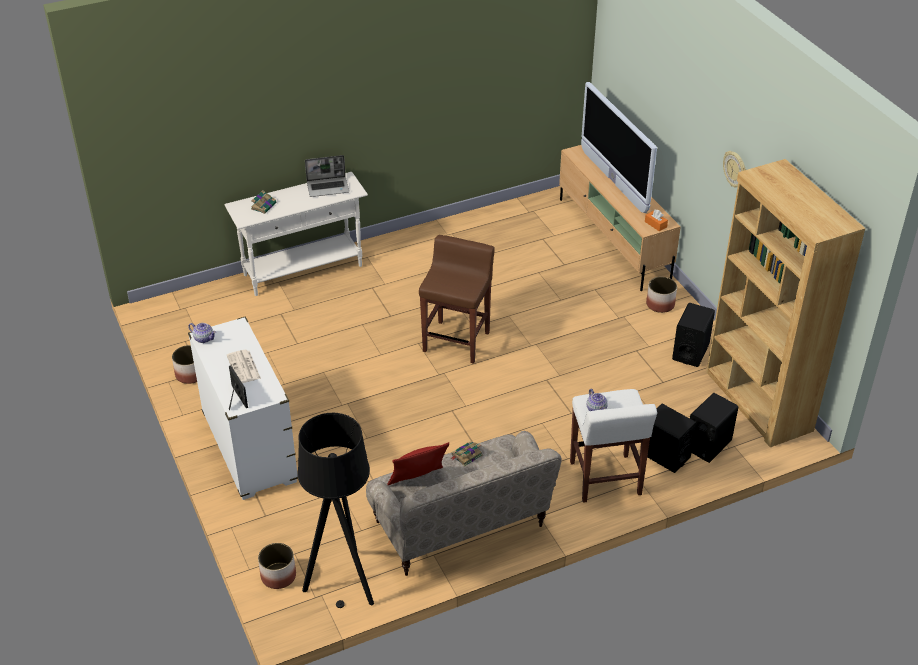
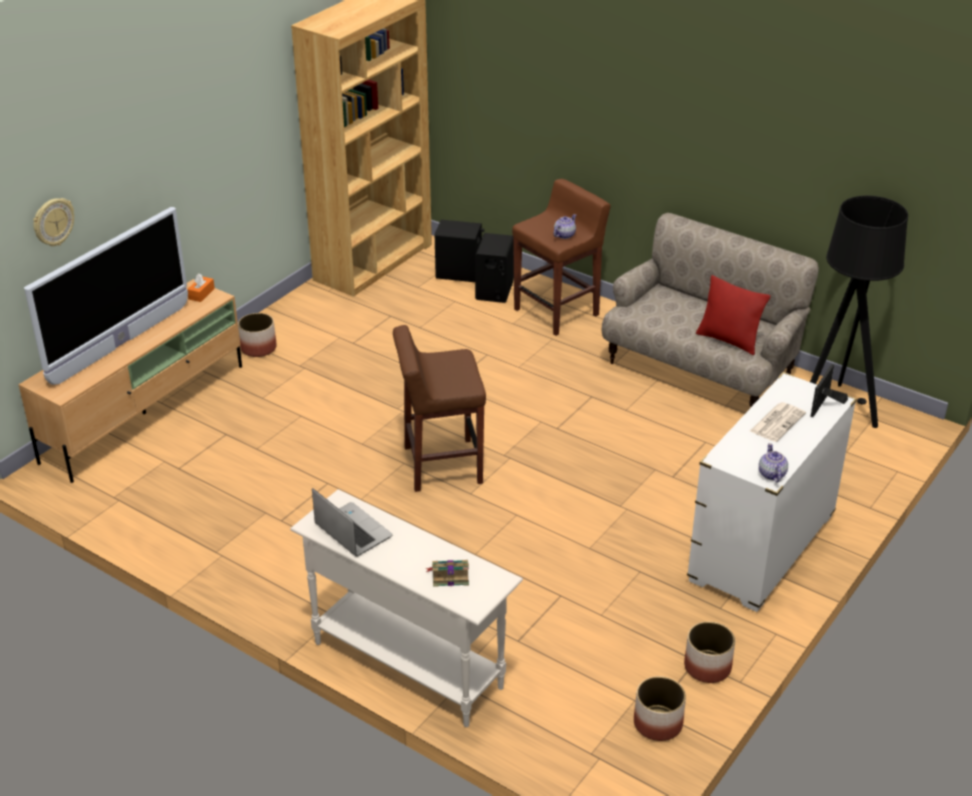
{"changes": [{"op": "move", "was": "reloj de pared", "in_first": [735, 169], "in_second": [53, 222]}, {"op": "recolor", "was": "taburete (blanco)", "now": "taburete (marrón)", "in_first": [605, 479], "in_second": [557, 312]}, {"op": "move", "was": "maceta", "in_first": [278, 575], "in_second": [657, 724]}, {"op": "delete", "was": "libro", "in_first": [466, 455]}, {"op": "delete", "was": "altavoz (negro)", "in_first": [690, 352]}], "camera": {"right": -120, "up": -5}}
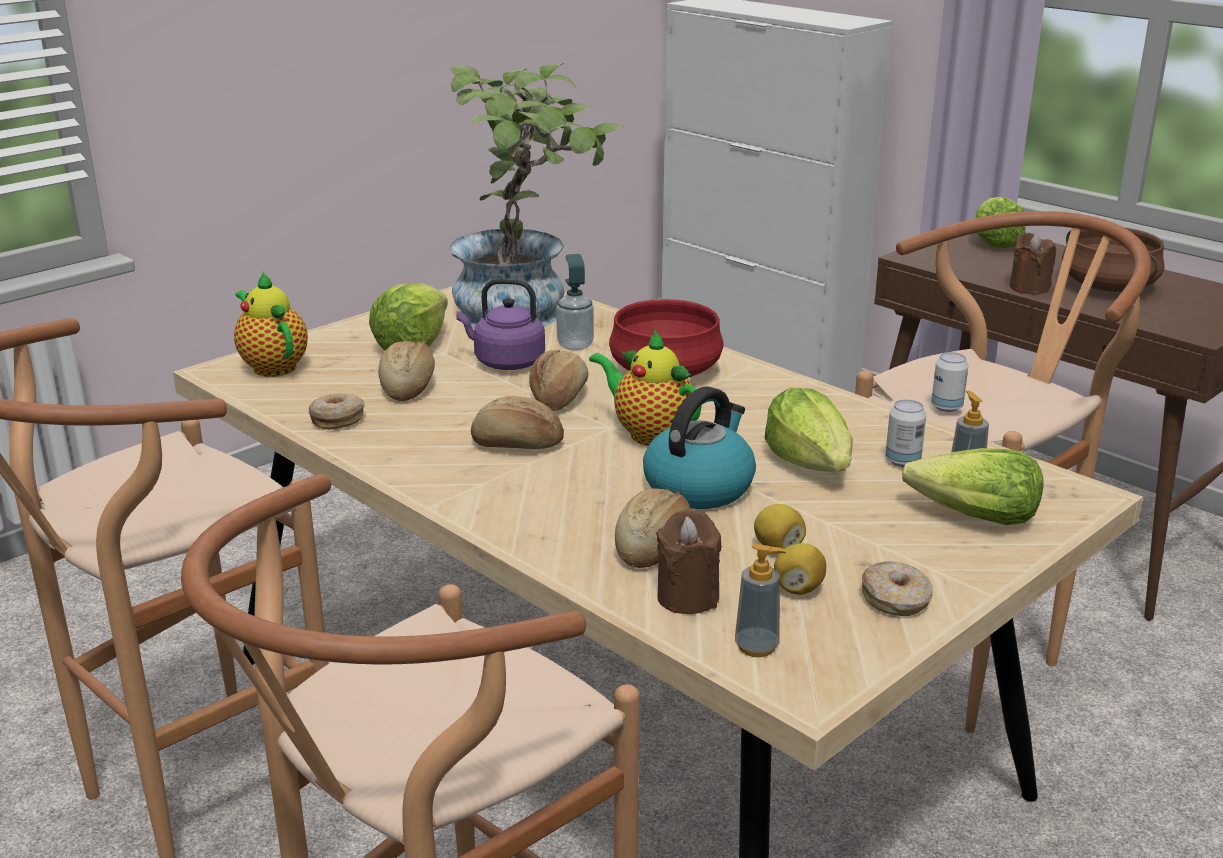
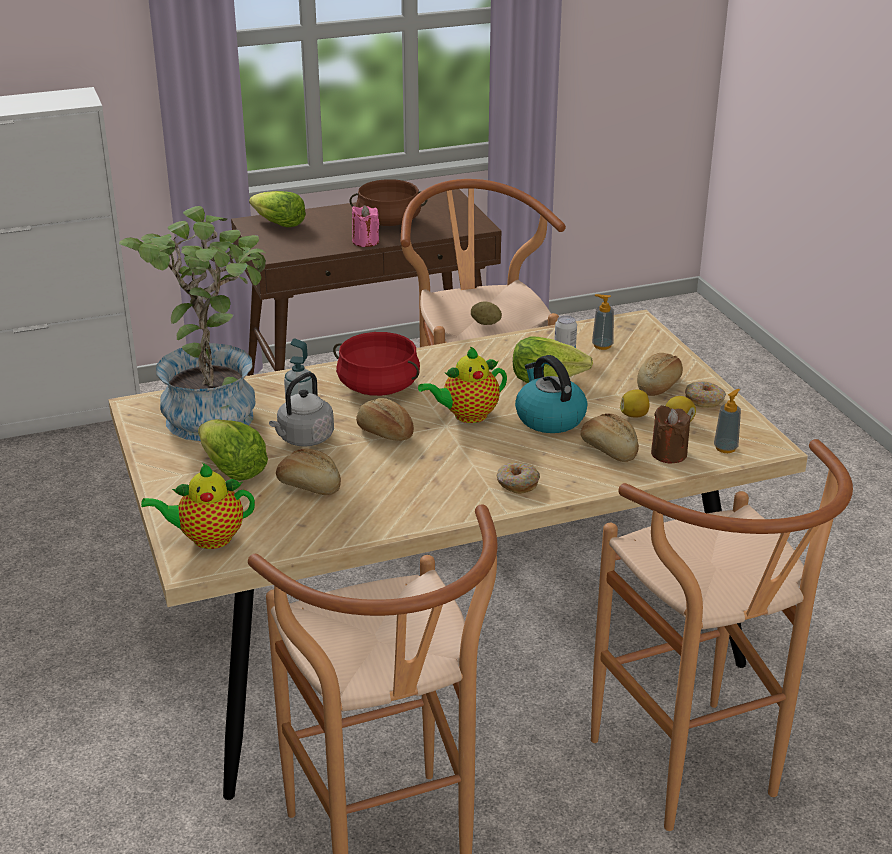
{"changes": [{"op": "recolor", "was": "hervidor (morado)", "now": "hervidor (gris)", "in_first": [505, 362], "in_second": [303, 439]}, {"op": "recolor", "was": "vela (marrón)", "now": "vela (rosa)", "in_first": [1029, 288], "in_second": [365, 241]}, {"op": "replace", "was": "lata", "now": "patata", "in_first": [946, 407], "in_second": [485, 323]}, {"op": "move", "was": "rosquilla", "in_first": [337, 419], "in_second": [517, 483]}, {"op": "move", "was": "pan", "in_first": [517, 445], "in_second": [659, 385]}, {"op": "delete", "was": "lechuga", "in_first": [974, 518]}], "camera": {"right": -65, "up": 5}}
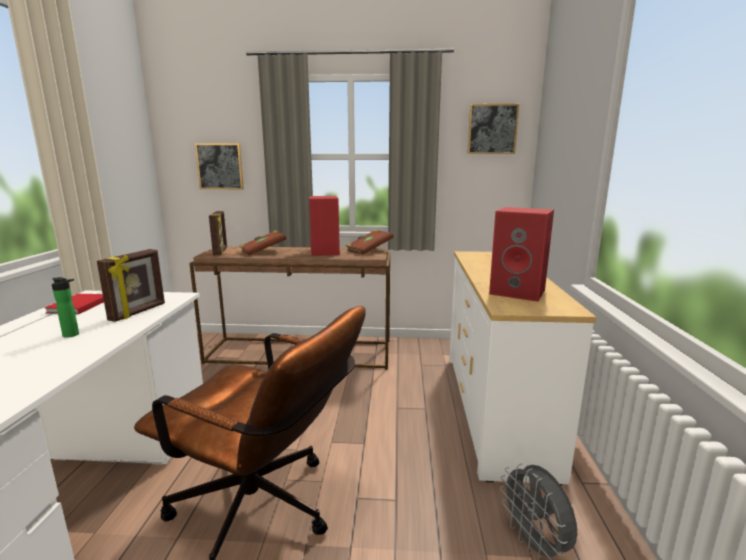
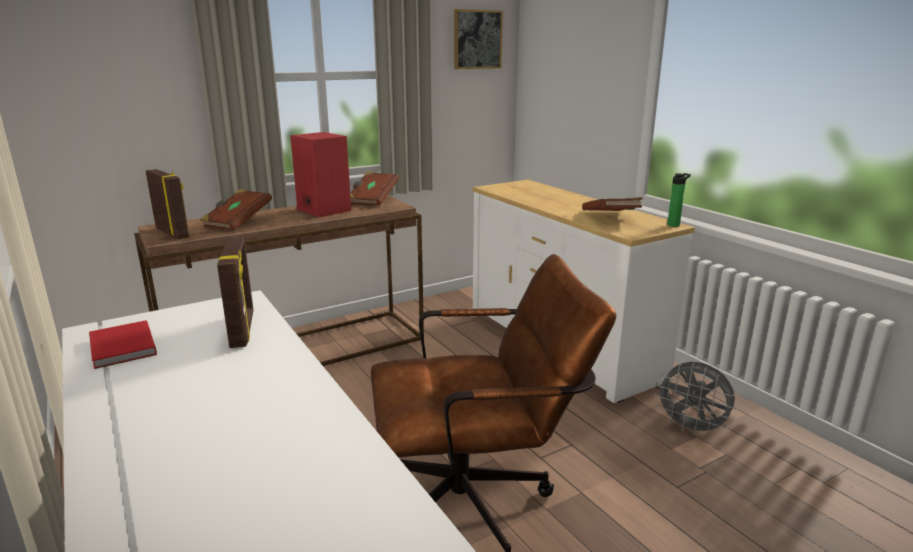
{"changes": [{"op": "replace", "was": "altavoz (rojo)", "now": "libro (marrón)", "in_first": [519, 292], "in_second": [611, 218]}, {"op": "move", "was": "botella", "in_first": [73, 335], "in_second": [675, 225]}, {"op": "delete", "was": "cuadro", "in_first": [220, 166]}], "camera": {"right": -35, "up": 5}}
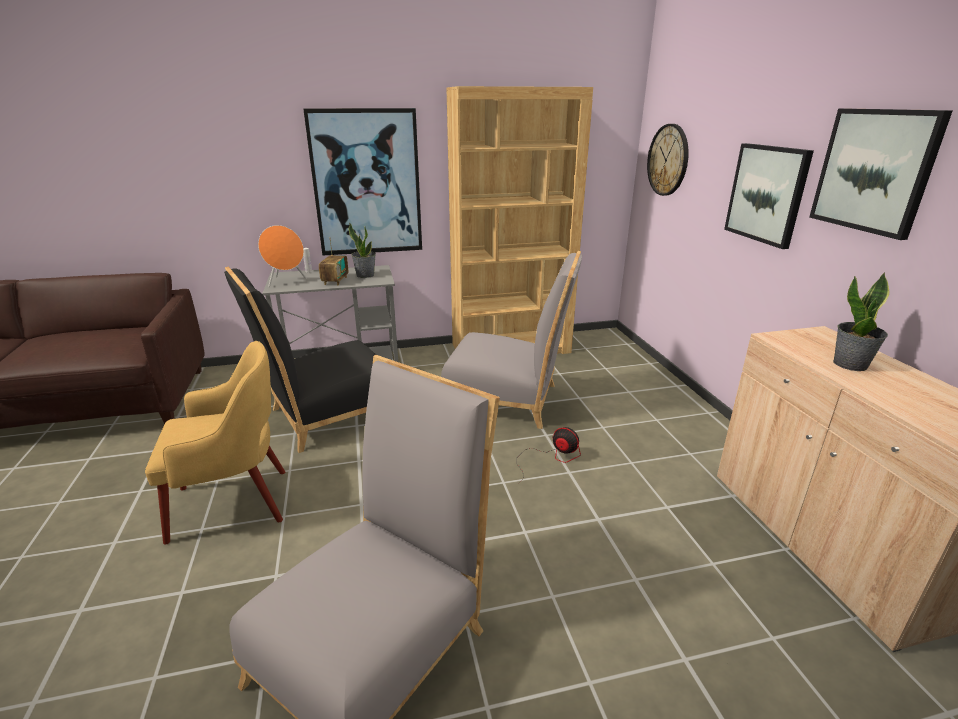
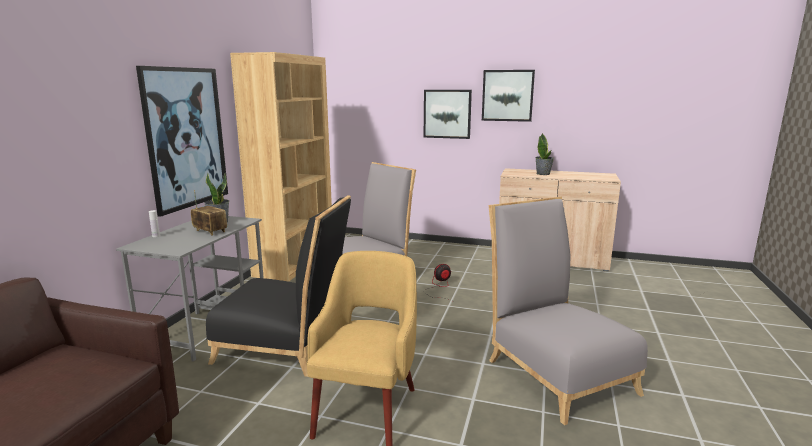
{"changes": [{"op": "rotate", "was": "silla (negro)", "in_first": [327, 416], "in_second": [287, 347], "clockwise": -75}, {"op": "delete", "was": "altavoz (naranja)", "in_first": [286, 282]}, {"op": "delete", "was": "reloj de pared", "in_first": [668, 160]}], "camera": {"right": -60, "up": -10}}
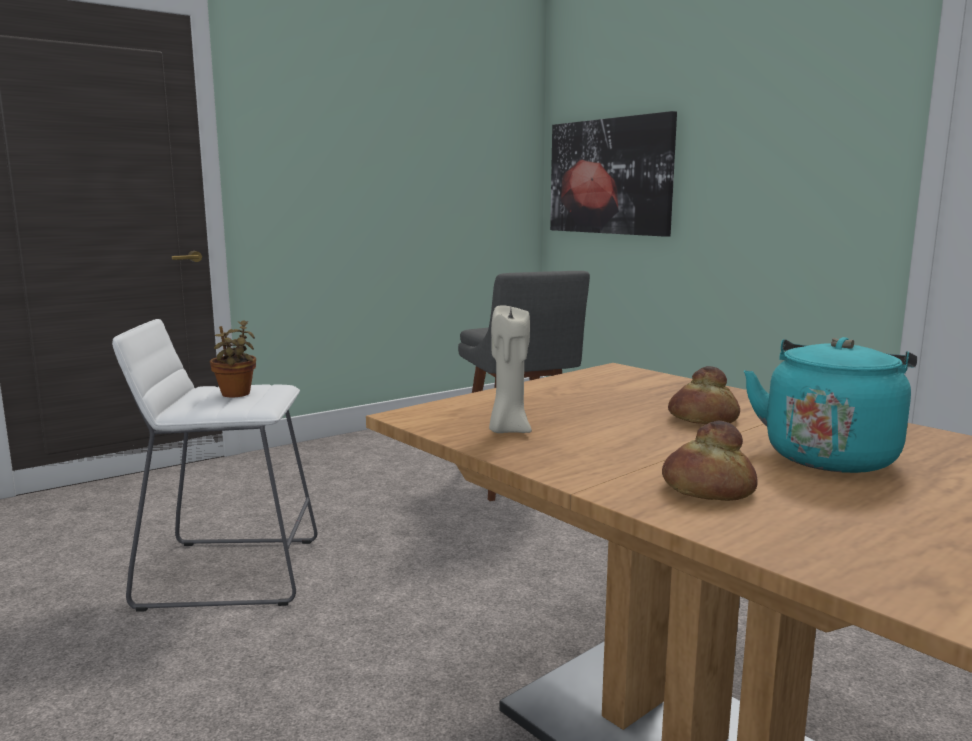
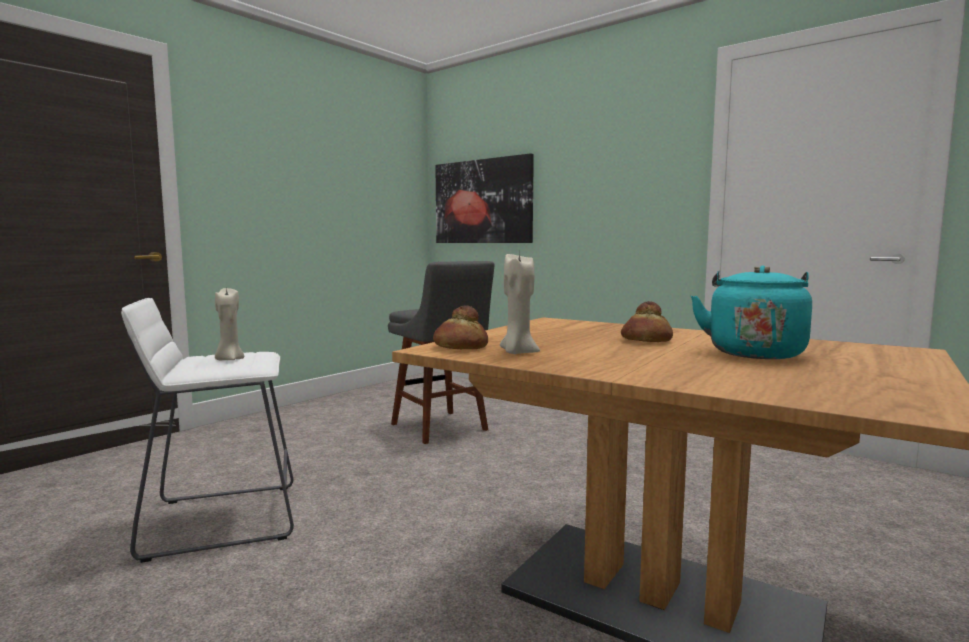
{"changes": [{"op": "replace", "was": "planta en maceta", "now": "vela (beis)", "in_first": [236, 395], "in_second": [229, 359]}, {"op": "move", "was": "pan", "in_first": [707, 489], "in_second": [460, 347]}], "camera": {"right": -15, "up": -5}}
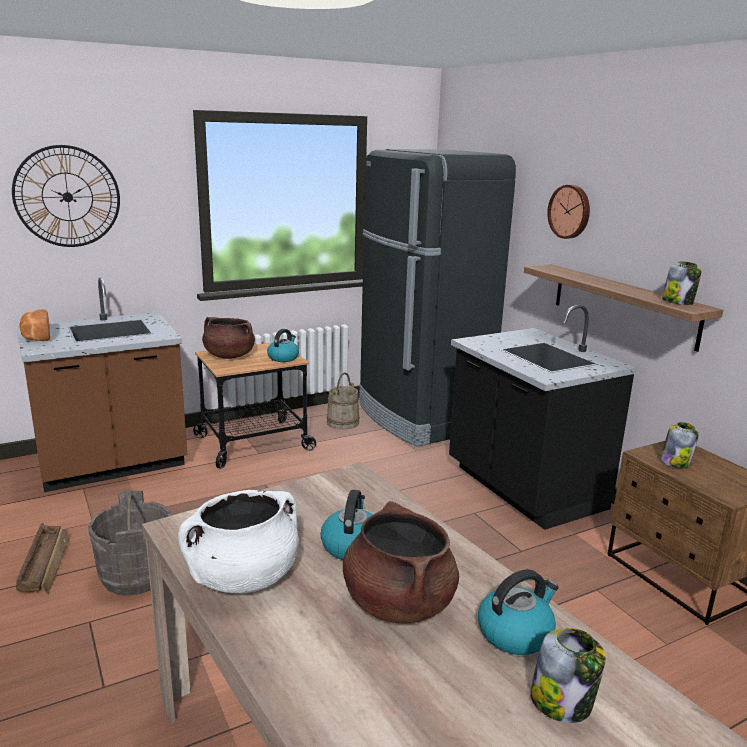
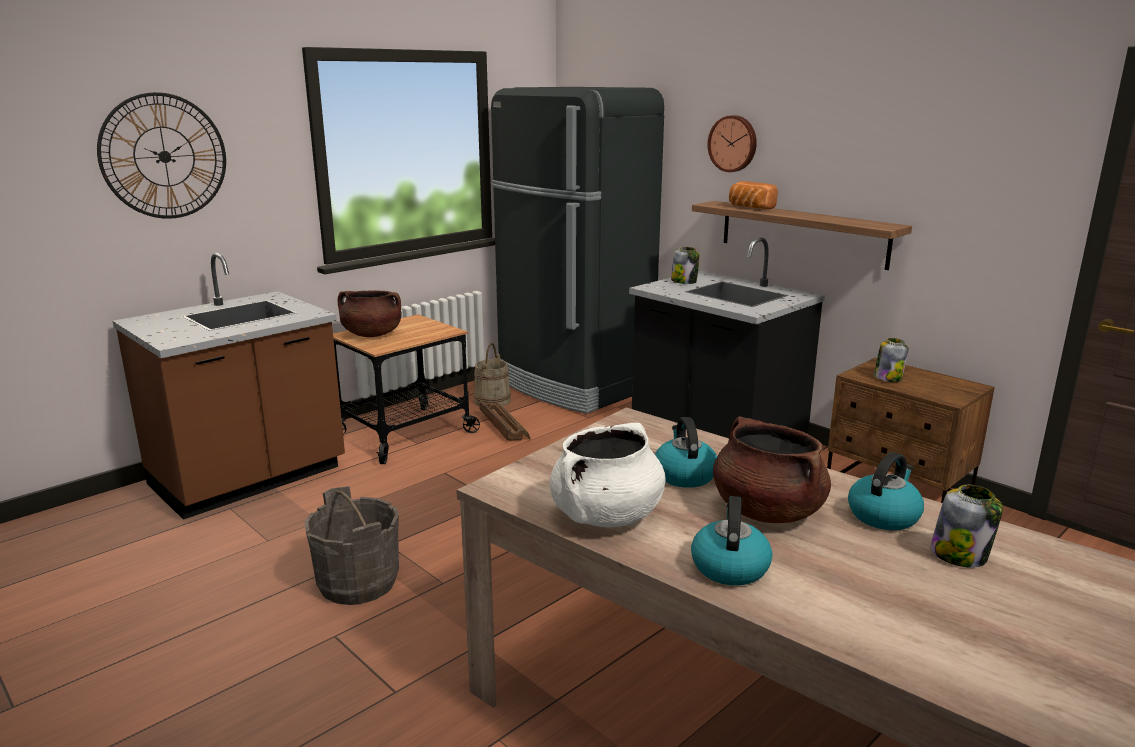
{"changes": [{"op": "move", "was": "caja de embalaje", "in_first": [45, 564], "in_second": [503, 427]}, {"op": "move", "was": "tarro", "in_first": [678, 302], "in_second": [684, 281]}, {"op": "move", "was": "hervidor", "in_first": [283, 358], "in_second": [729, 566]}, {"op": "move", "was": "pan", "in_first": [36, 337], "in_second": [749, 208]}], "camera": {"right": -15, "up": 0}}
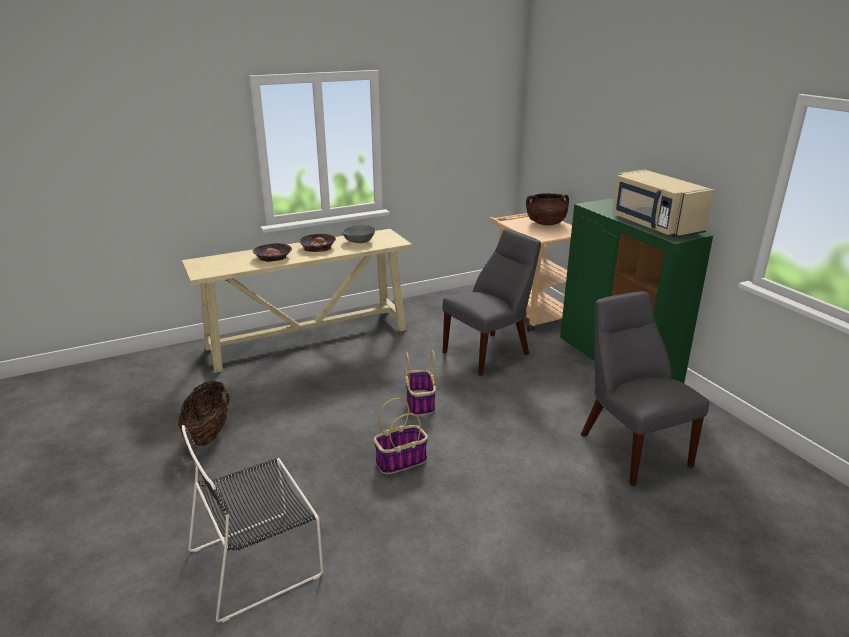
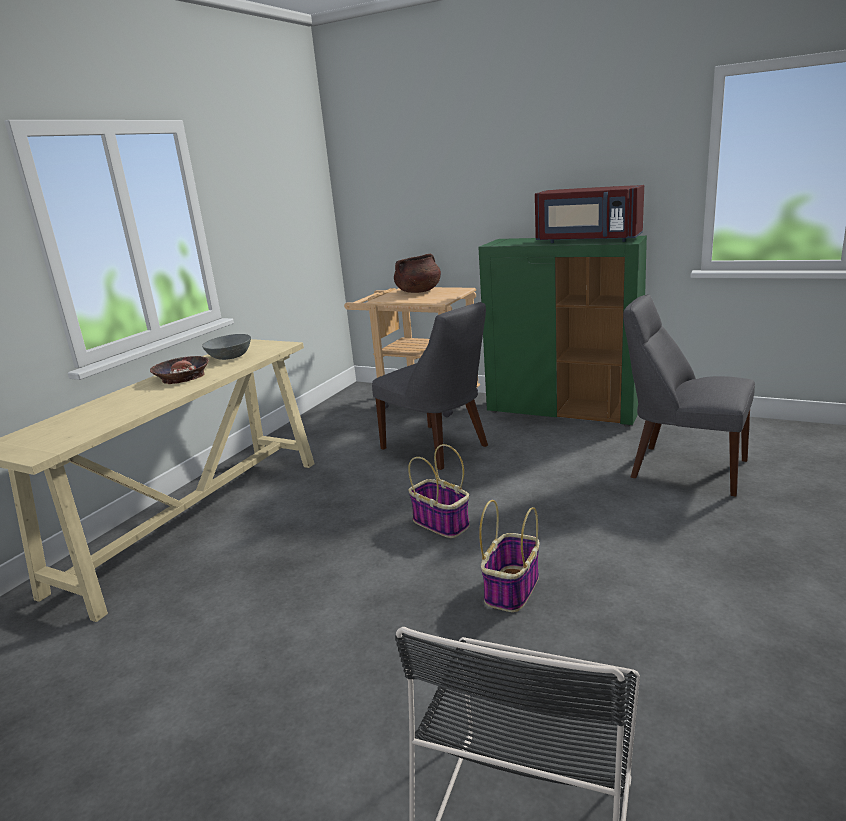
{"changes": [{"op": "rotate", "was": "silla (gris)", "in_first": [489, 352], "in_second": [438, 448], "clockwise": 120}, {"op": "recolor", "was": "microondas (beis)", "now": "microondas (rojo)", "in_first": [654, 225], "in_second": [587, 240]}, {"op": "delete", "was": "cesta", "in_first": [208, 433]}, {"op": "delete", "was": "cuenco", "in_first": [273, 257]}], "camera": {"right": -35, "up": -5}}
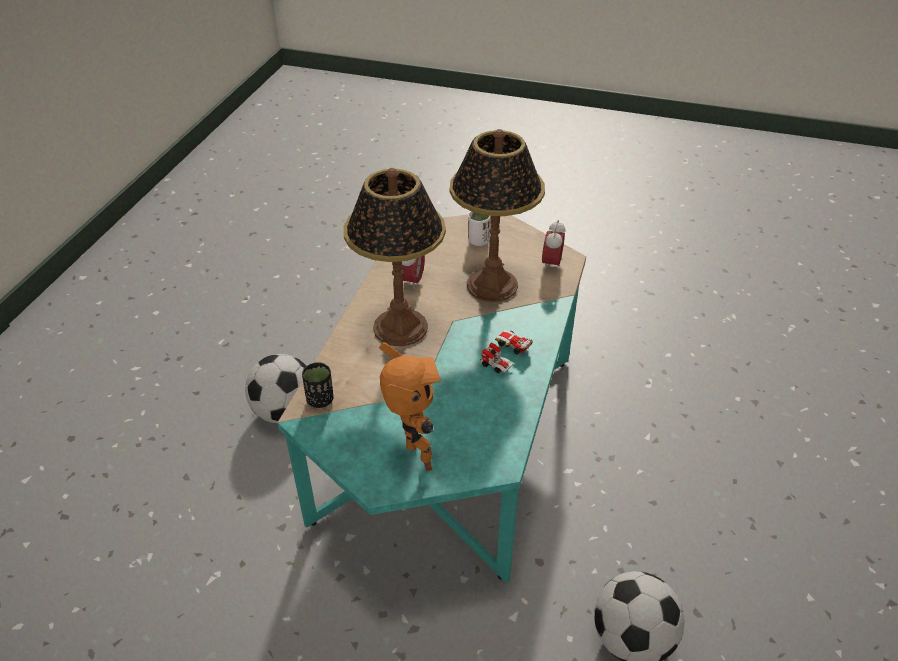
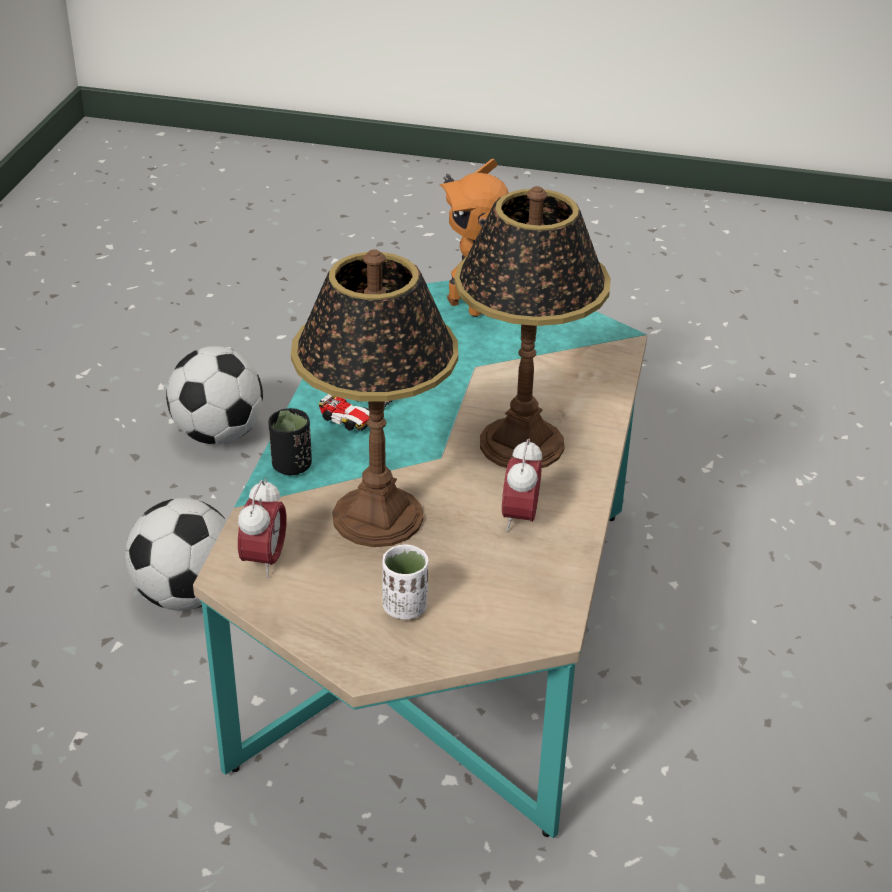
{"changes": [{"op": "move", "was": "balón de fútbol", "in_first": [285, 412], "in_second": [186, 594]}, {"op": "move", "was": "taza (negro)", "in_first": [320, 400], "in_second": [291, 466]}], "camera": {"right": 175, "up": -5}}
